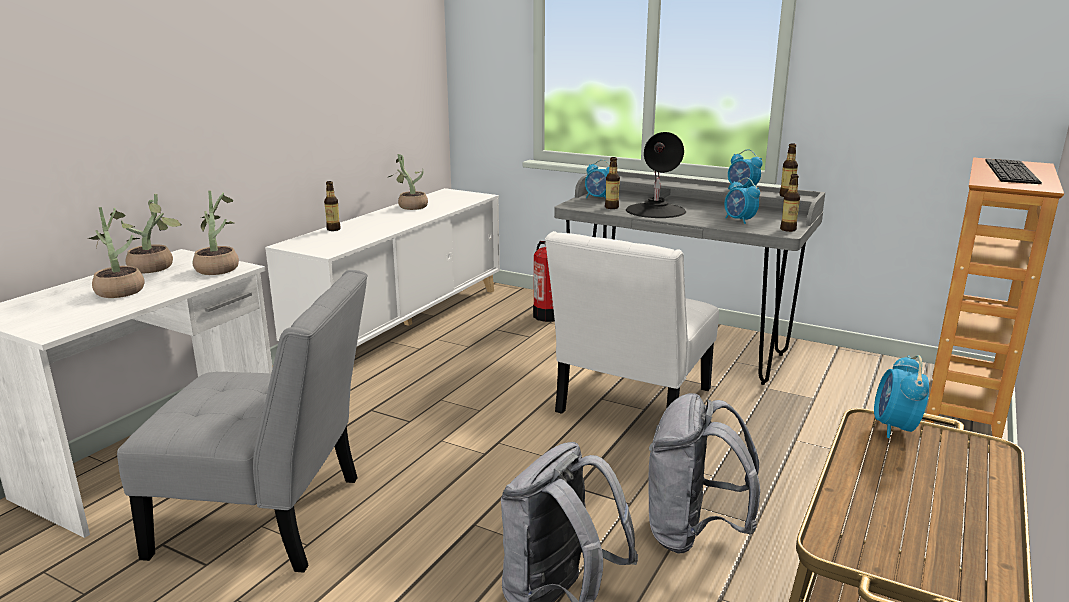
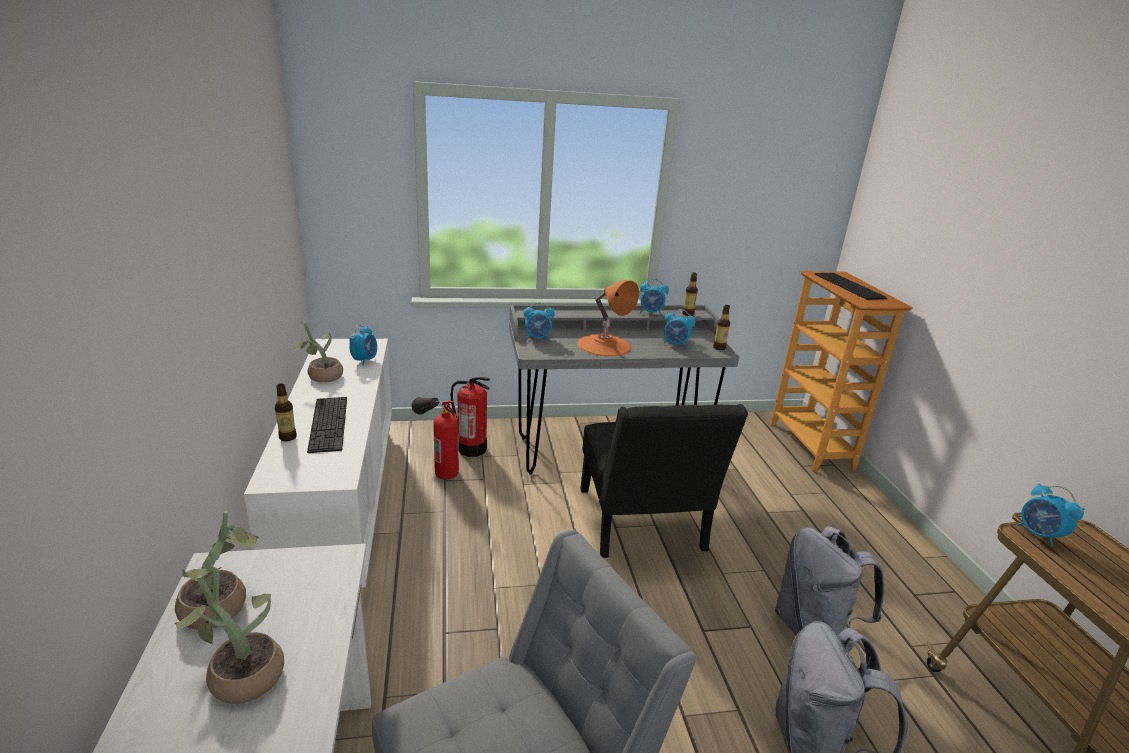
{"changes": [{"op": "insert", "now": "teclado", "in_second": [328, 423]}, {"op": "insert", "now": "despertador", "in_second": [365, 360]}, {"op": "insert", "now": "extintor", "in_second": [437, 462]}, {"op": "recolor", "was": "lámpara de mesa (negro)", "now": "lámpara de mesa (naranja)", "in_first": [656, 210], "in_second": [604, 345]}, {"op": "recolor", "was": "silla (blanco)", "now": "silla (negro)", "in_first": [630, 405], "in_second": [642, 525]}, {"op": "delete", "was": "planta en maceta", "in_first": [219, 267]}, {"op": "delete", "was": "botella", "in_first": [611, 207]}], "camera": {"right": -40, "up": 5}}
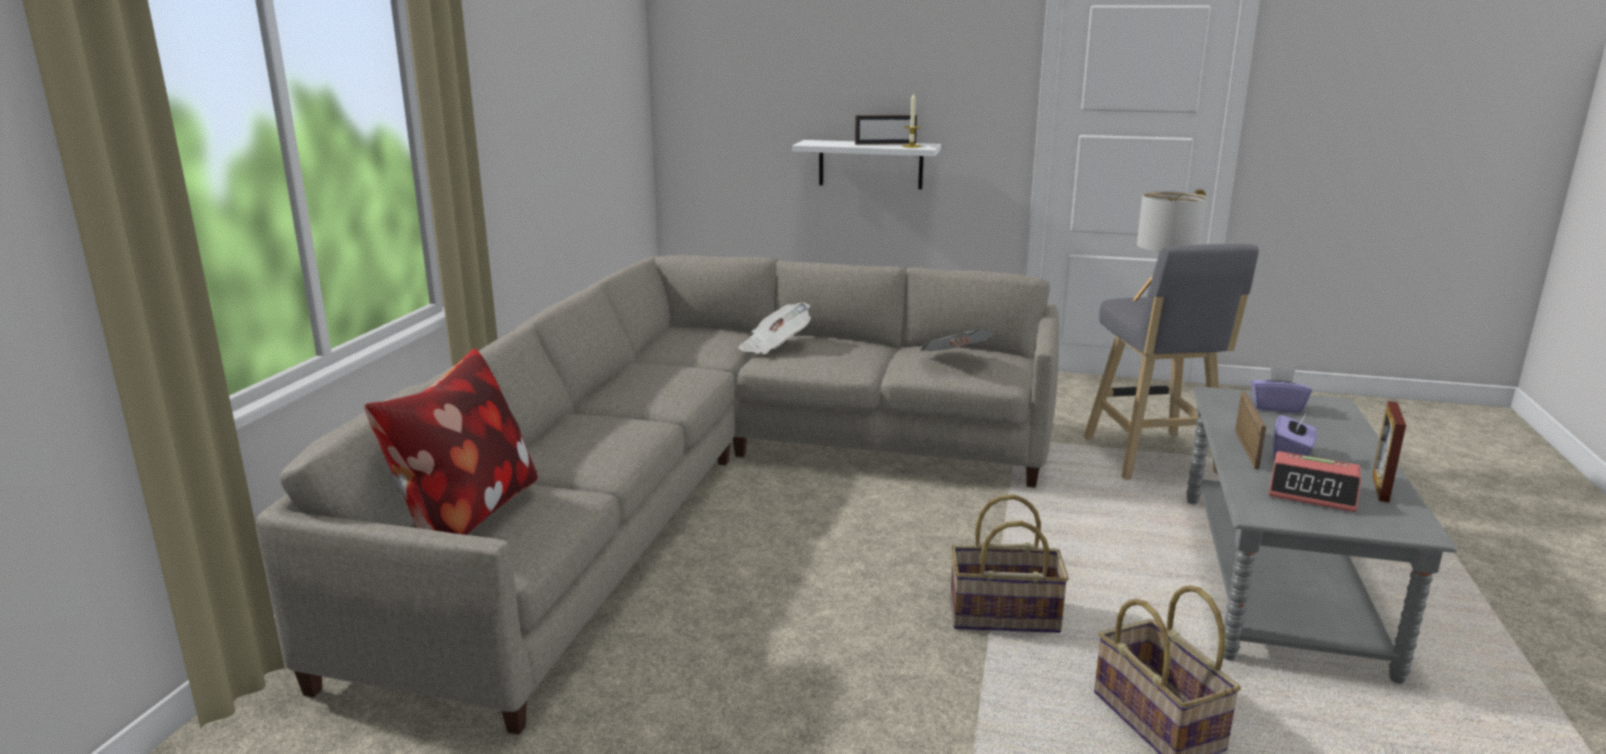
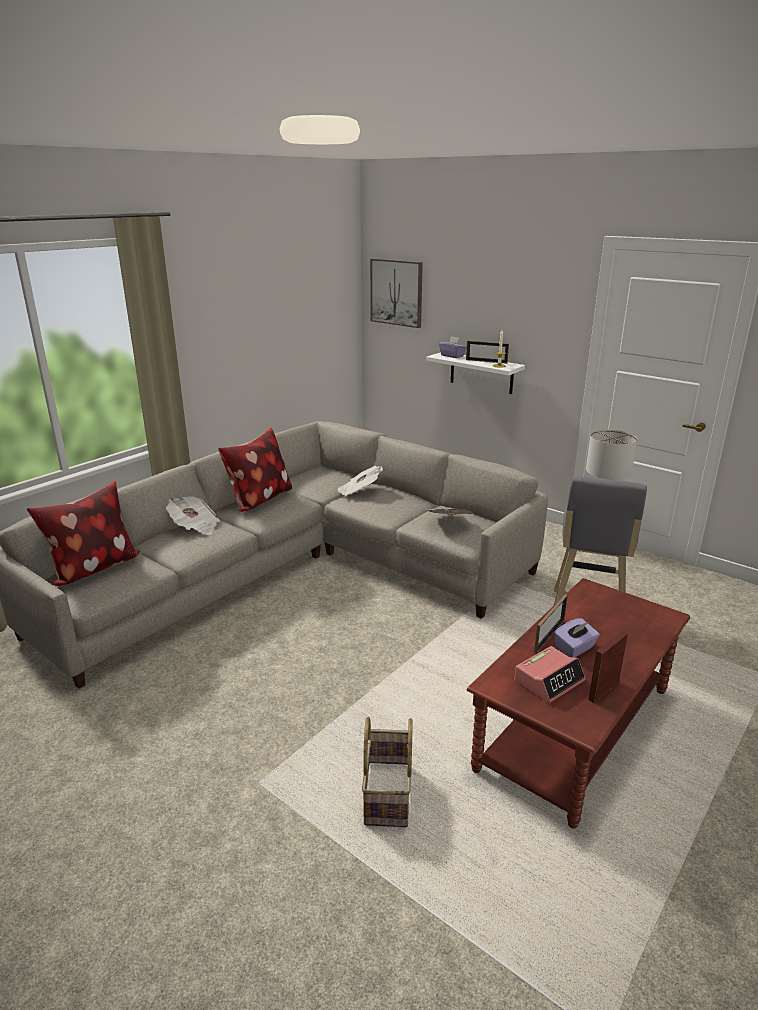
{"changes": [{"op": "insert", "now": "periódico", "in_second": [195, 526]}, {"op": "insert", "now": "cojín", "in_second": [259, 500]}, {"op": "insert", "now": "cuadro", "in_second": [396, 292]}, {"op": "move", "was": "caja de pañuelos (morado)", "in_first": [1276, 407], "in_second": [452, 356]}, {"op": "recolor", "was": "mesa de centro (gris)", "now": "mesa de centro (marrón)", "in_first": [1279, 578], "in_second": [575, 728]}, {"op": "rotate", "was": "despertador", "in_first": [1313, 493], "in_second": [549, 680], "clockwise": -90}, {"op": "delete", "was": "cesta", "in_first": [1003, 617]}], "camera": {"right": 25, "up": 5}}
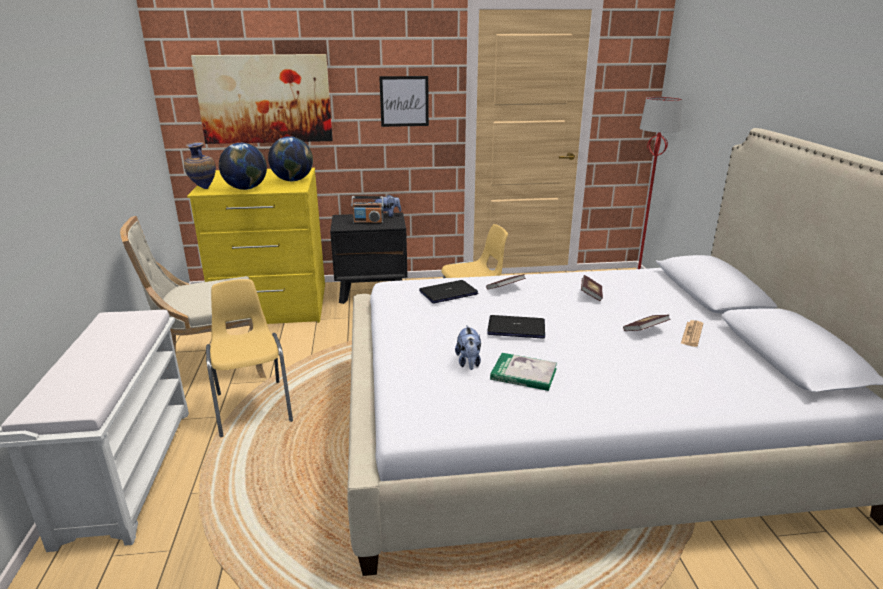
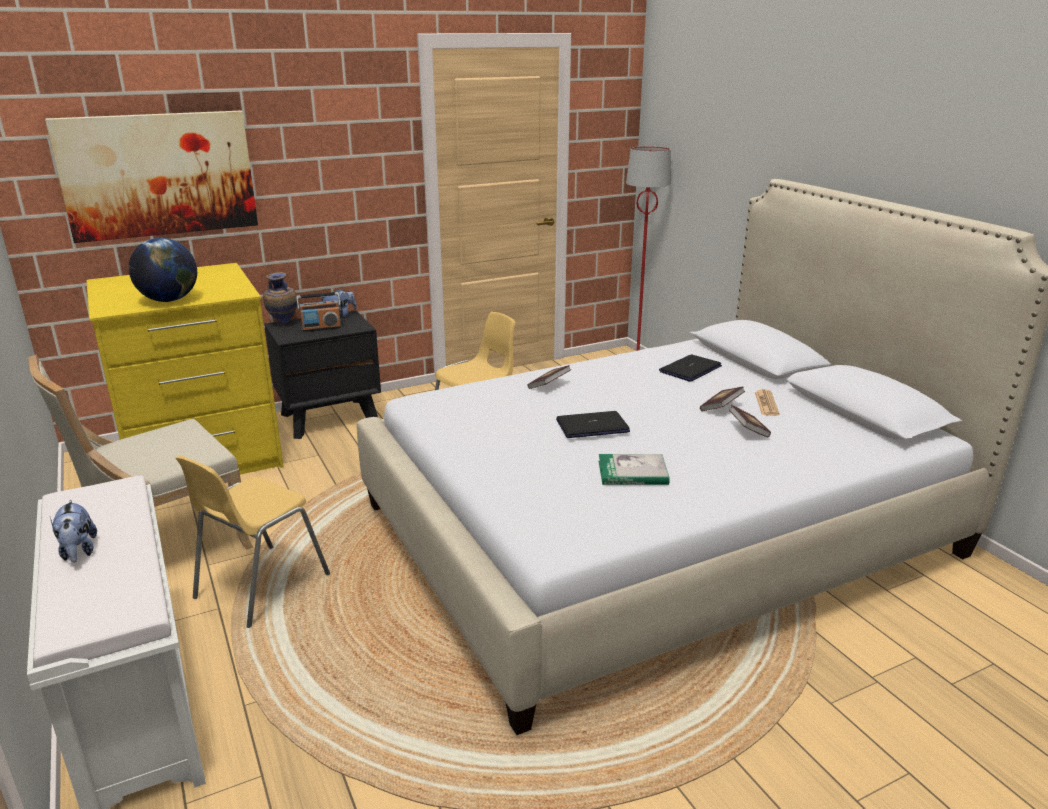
{"changes": [{"op": "move", "was": "peluche", "in_first": [468, 362], "in_second": [78, 552]}, {"op": "rotate", "was": "silla (amarillo)", "in_first": [253, 407], "in_second": [260, 586], "clockwise": -105}, {"op": "move", "was": "florero", "in_first": [203, 189], "in_second": [283, 324]}, {"op": "move", "was": "portátil", "in_first": [448, 293], "in_second": [690, 369]}, {"op": "move", "was": "libro", "in_first": [591, 295], "in_second": [748, 430]}, {"op": "delete", "was": "globo terráqueo", "in_first": [293, 180]}, {"op": "delete", "was": "cuadro", "in_first": [404, 101]}], "camera": {"right": -20, "up": 0}}
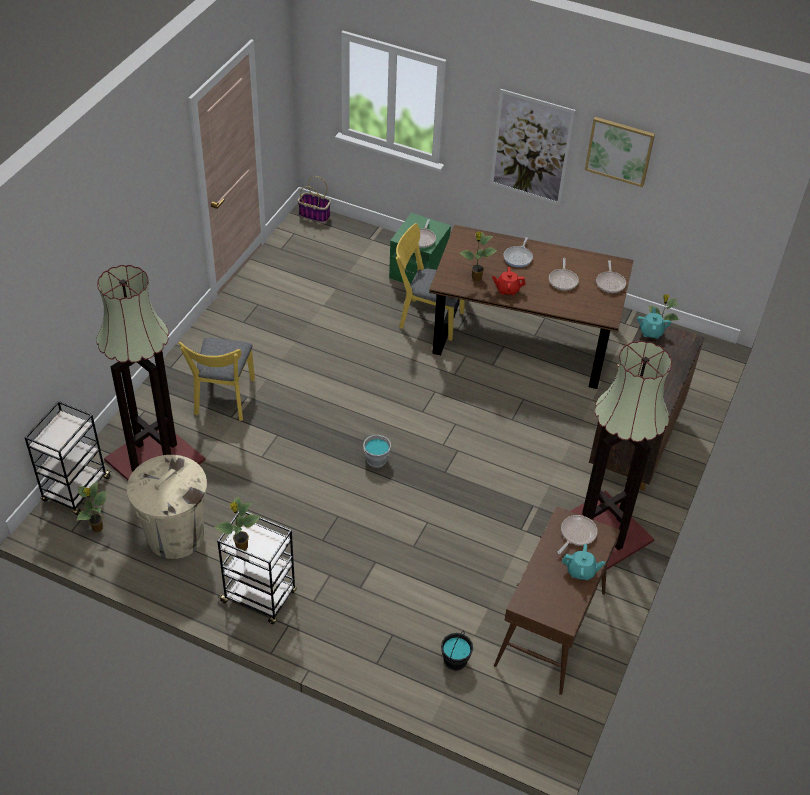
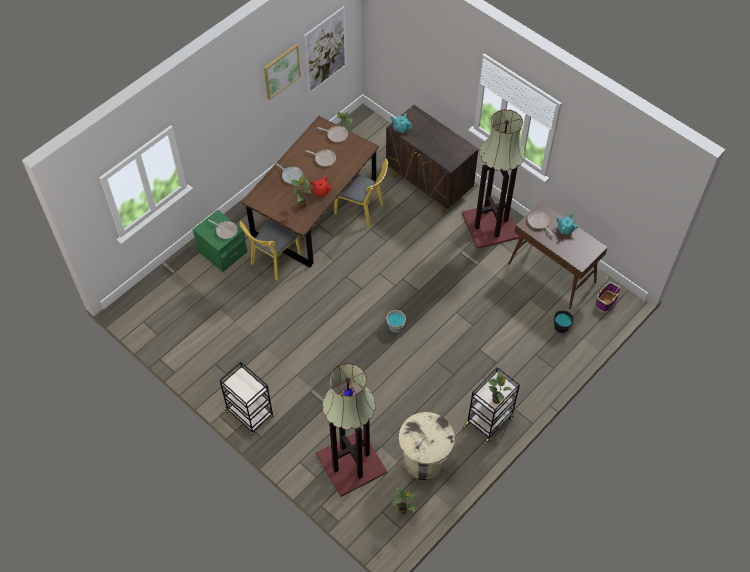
{"changes": [{"op": "move", "was": "carrito (negro)", "in_first": [76, 490], "in_second": [250, 414]}, {"op": "move", "was": "cuadro", "in_first": [531, 148], "in_second": [325, 50]}, {"op": "move", "was": "silla (amarillo)", "in_first": [223, 400], "in_second": [362, 210]}, {"op": "move", "was": "cesta", "in_first": [315, 215], "in_second": [606, 300]}], "camera": {"right": -70, "up": 10}}
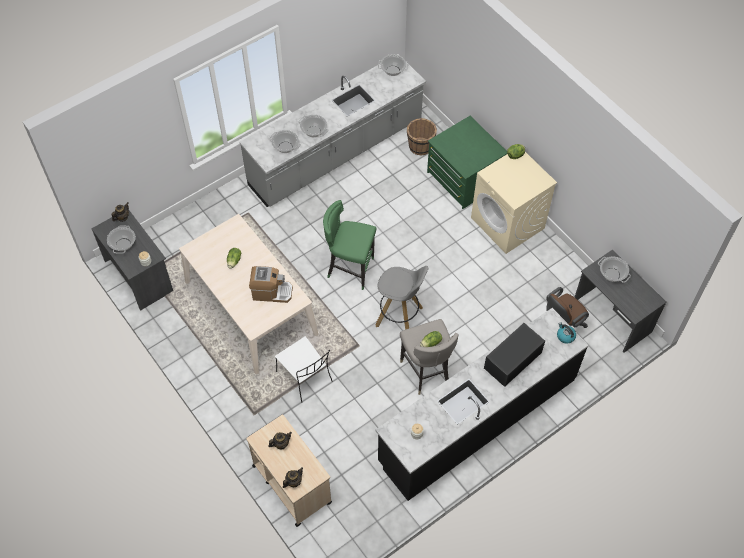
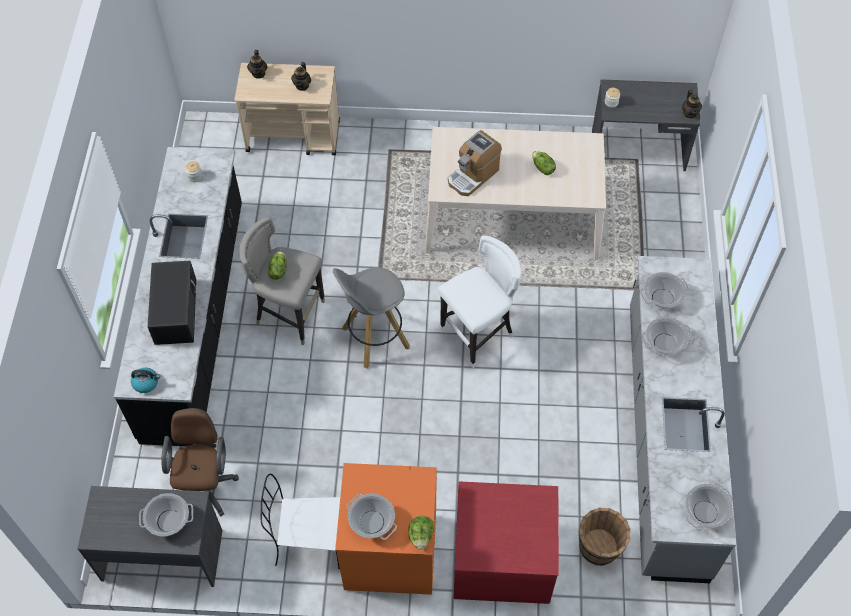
{"changes": [{"op": "move", "was": "silla (blanco)", "in_first": [305, 377], "in_second": [307, 540]}, {"op": "recolor", "was": "lavadora (beis)", "now": "lavadora (naranja)", "in_first": [508, 223], "in_second": [389, 552]}, {"op": "move", "was": "olla", "in_first": [123, 244], "in_second": [372, 522]}, {"op": "recolor", "was": "taburete (verde)", "now": "taburete (blanco)", "in_first": [350, 269], "in_second": [478, 335]}, {"op": "recolor", "was": "cómoda (verde)", "now": "cómoda (rojo)", "in_first": [463, 178], "in_second": [502, 557]}], "camera": {"right": 130, "up": 0}}
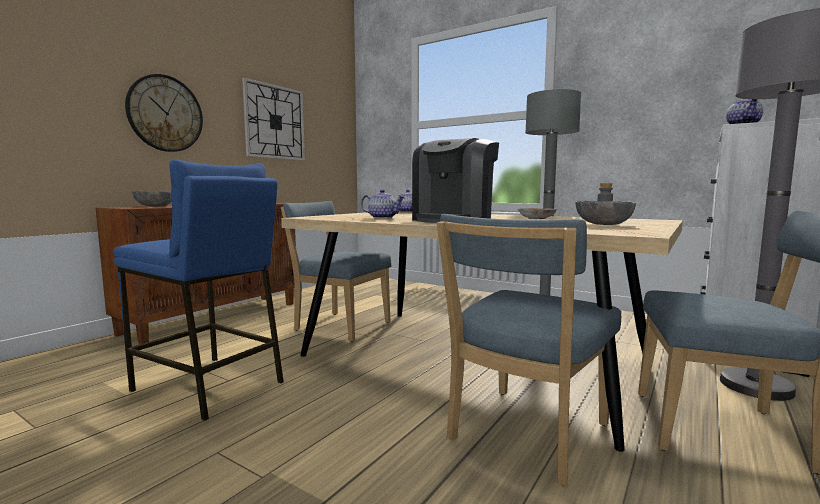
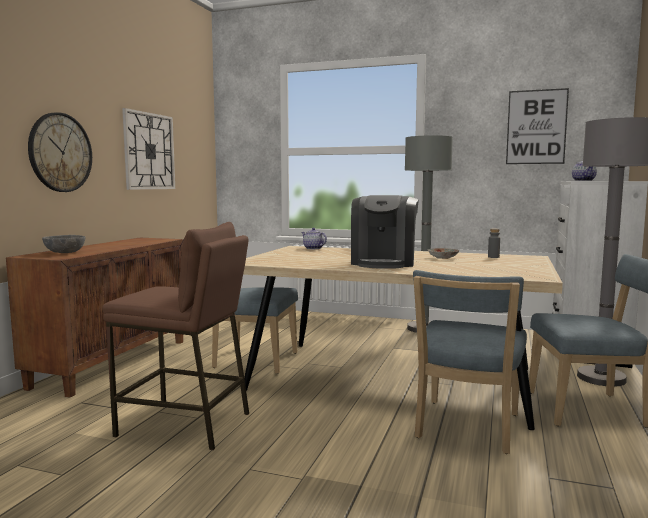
{"changes": [{"op": "recolor", "was": "taburete (azul)", "now": "taburete (marrón)", "in_first": [209, 386], "in_second": [185, 424]}, {"op": "insert", "now": "cuadro", "in_second": [536, 127]}, {"op": "delete", "was": "tetera", "in_first": [382, 217]}, {"op": "delete", "was": "cuenco (gris)", "in_first": [603, 224]}], "camera": {"right": -15, "up": 0}}
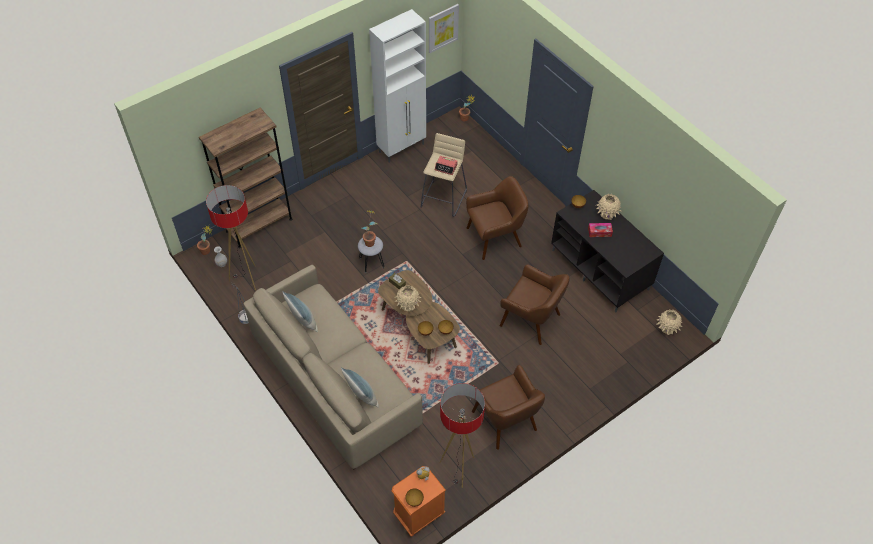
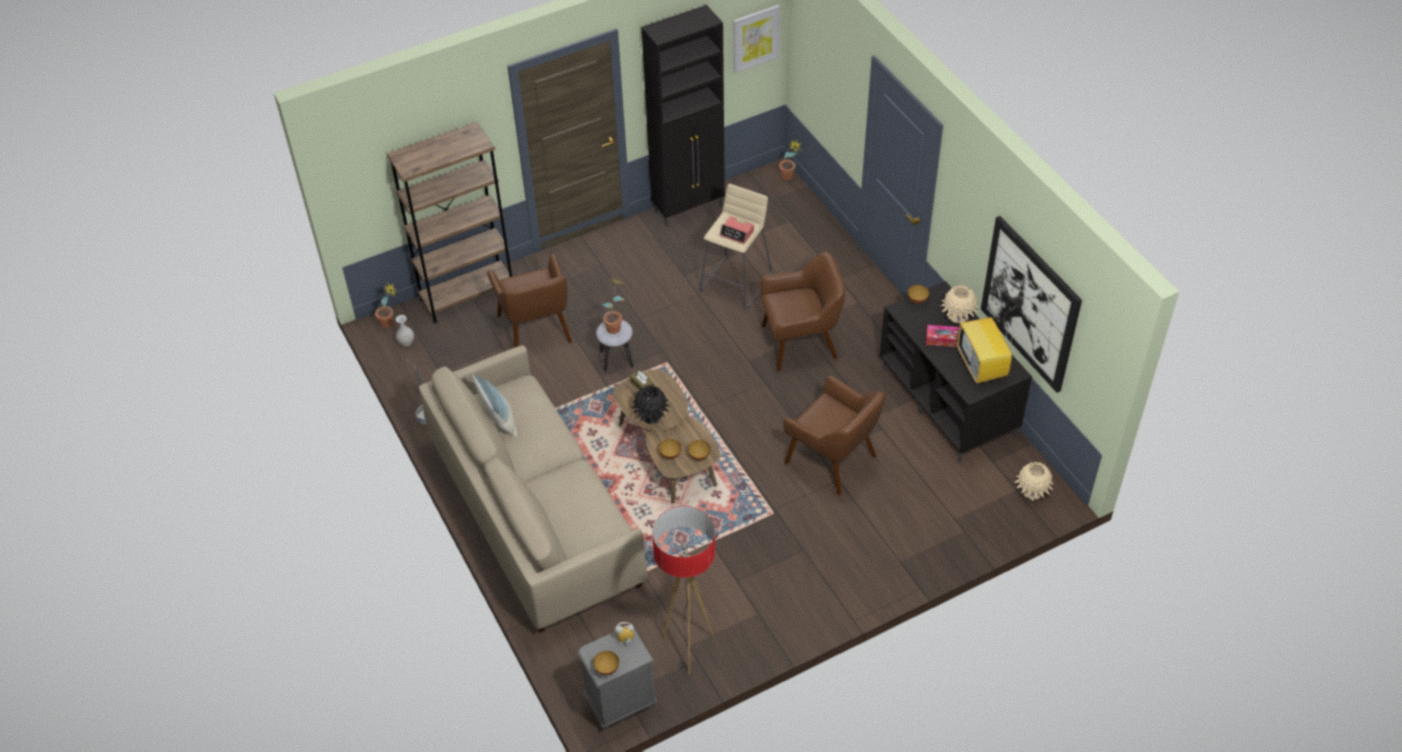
{"changes": [{"op": "move", "was": "sillón (marrón)", "in_first": [505, 421], "in_second": [535, 329]}, {"op": "recolor", "was": "mesita de noche (naranja)", "now": "mesita de noche (gris)", "in_first": [418, 515], "in_second": [620, 703]}, {"op": "recolor", "was": "florero (beis)", "now": "florero (negro)", "in_first": [408, 305], "in_second": [651, 416]}, {"op": "recolor", "was": "armario (blanco)", "now": "armario (negro)", "in_first": [402, 148], "in_second": [689, 209]}, {"op": "insert", "now": "televisor", "in_second": [982, 367]}, {"op": "insert", "now": "cuadro", "in_second": [1030, 303]}, {"op": "delete", "was": "lámpara de pie", "in_first": [246, 279]}, {"op": "delete", "was": "cojín", "in_first": [362, 396]}], "camera": {"right": 10, "up": -5}}
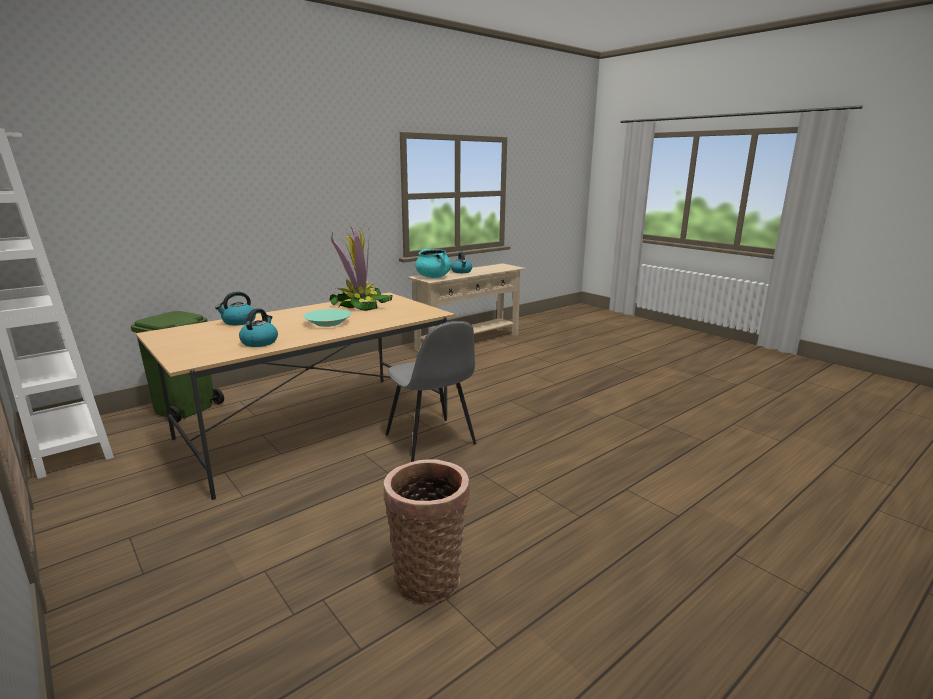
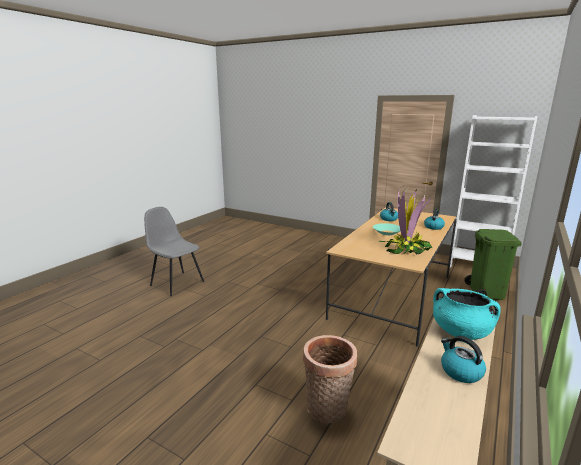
{"changes": [{"op": "move", "was": "silla (gris)", "in_first": [431, 440], "in_second": [176, 283]}, {"op": "move", "was": "cesta", "in_first": [428, 577], "in_second": [327, 410]}], "camera": {"right": 160, "up": 0}}
